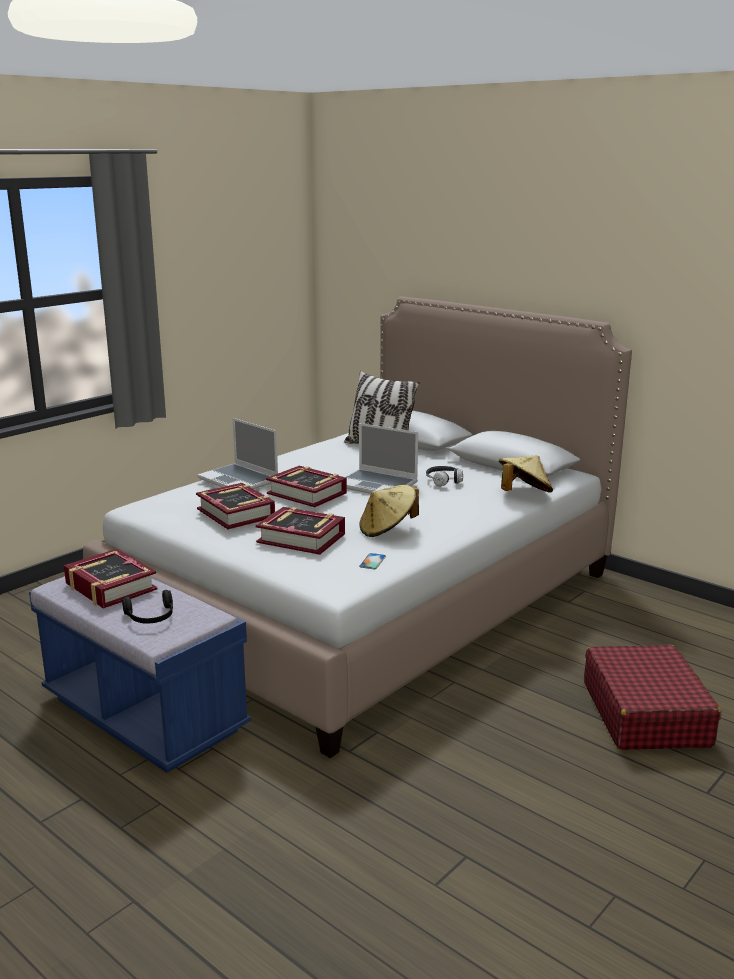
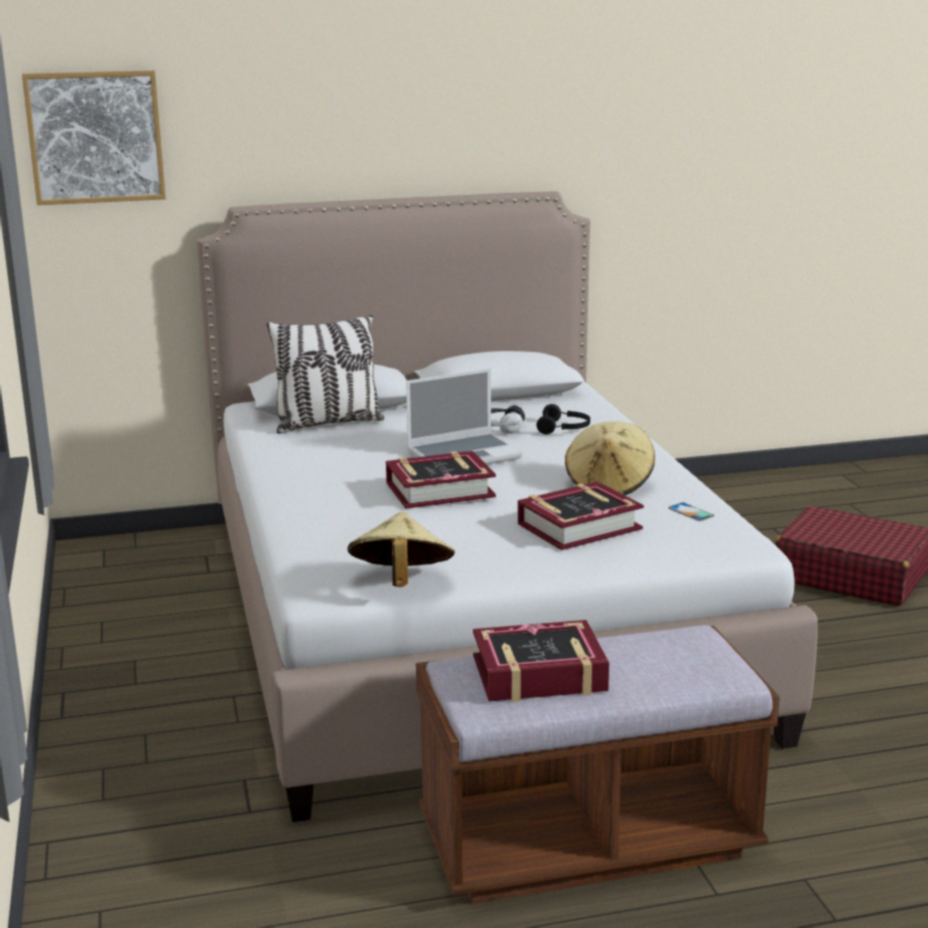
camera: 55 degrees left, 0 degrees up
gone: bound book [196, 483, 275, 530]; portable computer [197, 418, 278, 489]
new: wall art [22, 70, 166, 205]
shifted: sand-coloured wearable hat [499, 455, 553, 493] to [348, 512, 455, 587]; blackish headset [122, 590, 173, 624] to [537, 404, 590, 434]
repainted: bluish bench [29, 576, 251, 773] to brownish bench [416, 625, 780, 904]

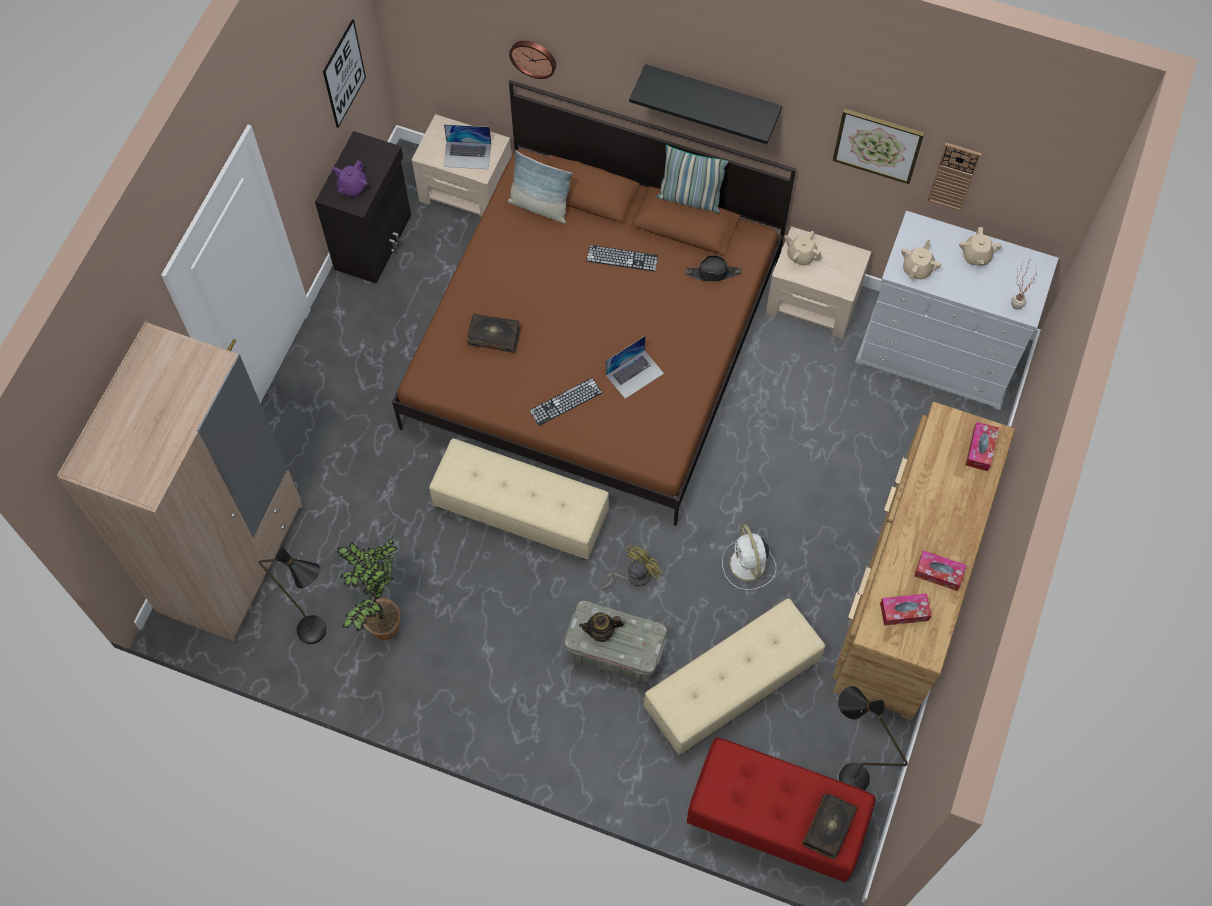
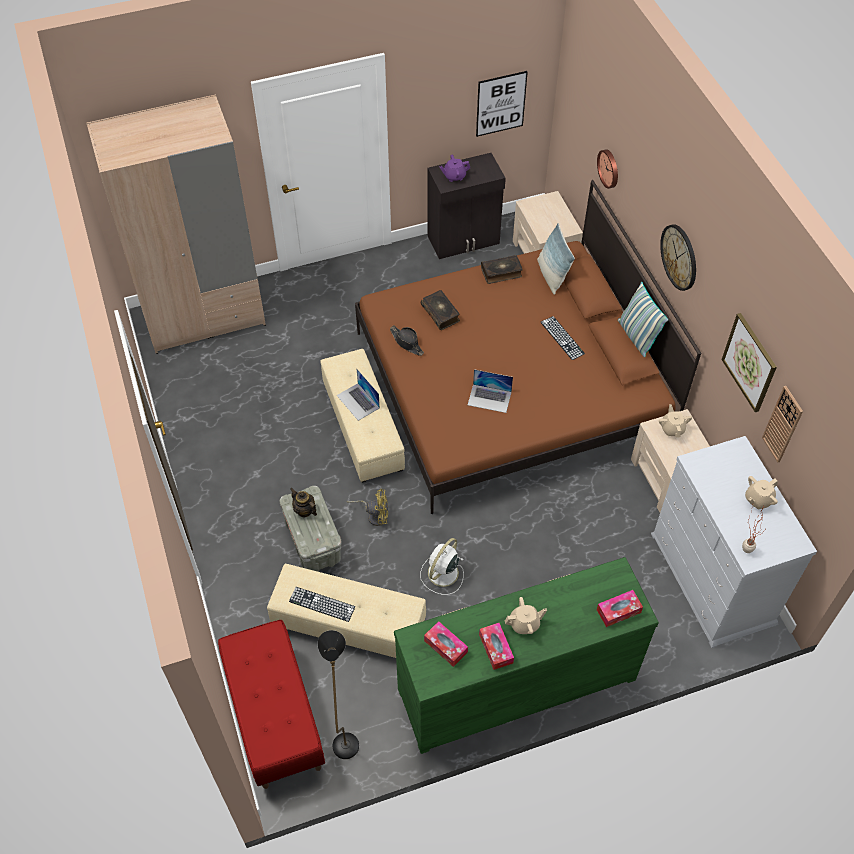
camera: 50 degrees right, 10 degrees down
gone: blackish standing lamp [259, 547, 326, 644]; houseplant [338, 537, 401, 640]
shifted: computer keyboard [529, 378, 602, 426] to [289, 587, 355, 622]; portable computer [443, 124, 491, 169] to [337, 369, 380, 421]; blackish wearable hat [685, 255, 742, 282] to [390, 326, 424, 356]; bound book [802, 794, 857, 859] to [481, 255, 523, 284]; sand-coloured pot for tea [901, 239, 941, 280] to [505, 597, 547, 634]
swapped: blackish shelf [629, 64, 782, 144] to hanging clock [660, 224, 696, 291]
repainted: brownish dresser [832, 402, 1015, 720] to green dresser [394, 557, 659, 754]

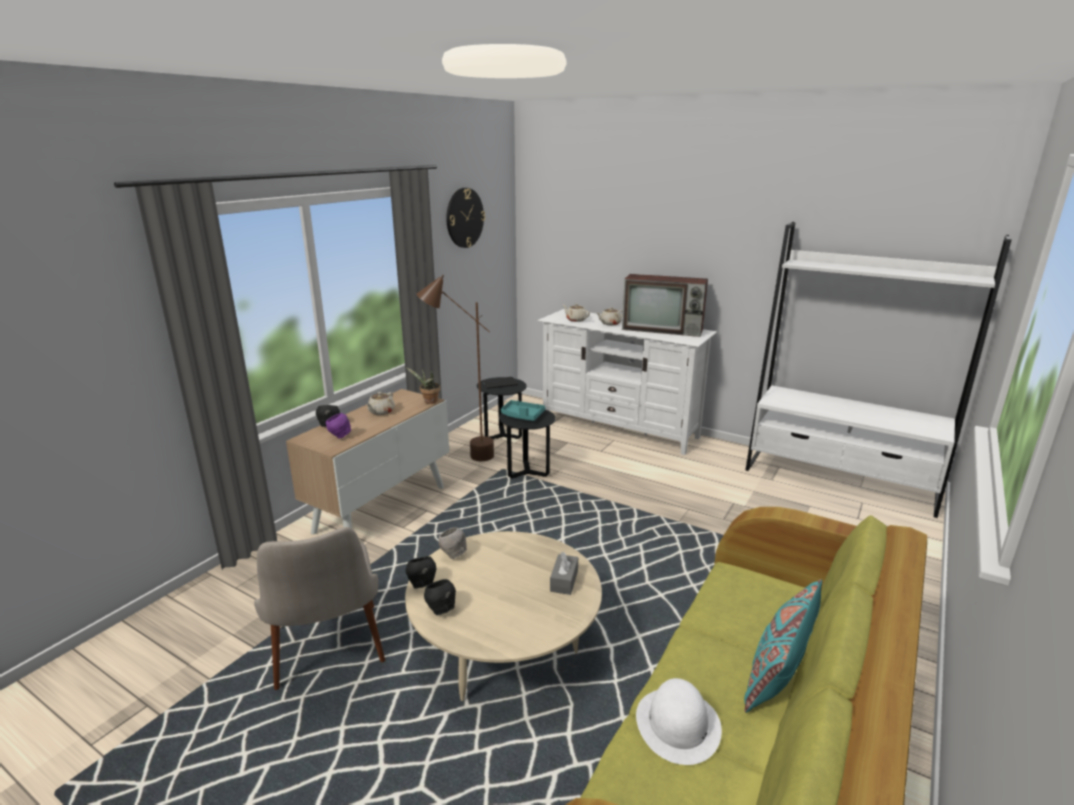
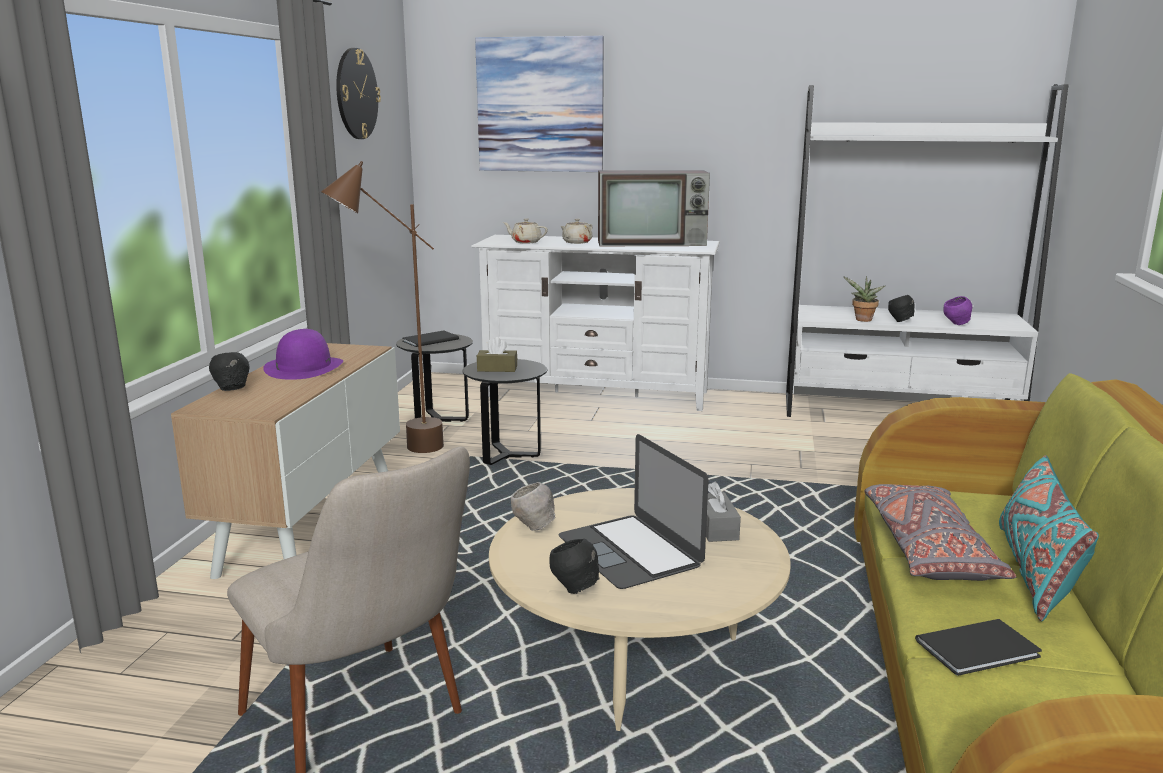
camera: 20 degrees left, 5 degrees down
new: wall art [475, 36, 604, 172]; portable computer [558, 434, 708, 589]; gray cushion [865, 484, 1016, 581]
shifted: houseplant [405, 367, 440, 404] to [844, 276, 885, 322]; blackish deep dish [406, 556, 436, 589] to [888, 295, 915, 322]; purple deep dish [326, 413, 351, 439] to [943, 296, 972, 325]
swapped: sand-coloured pot for tea [366, 392, 395, 415] to purple wearable hat [263, 329, 343, 380]; turquoise carrying tray [501, 400, 545, 421] to brownish tissue holder [477, 337, 517, 372]; white-coloured wearable hat [636, 678, 722, 765] to blackish bound book [915, 619, 1042, 676]

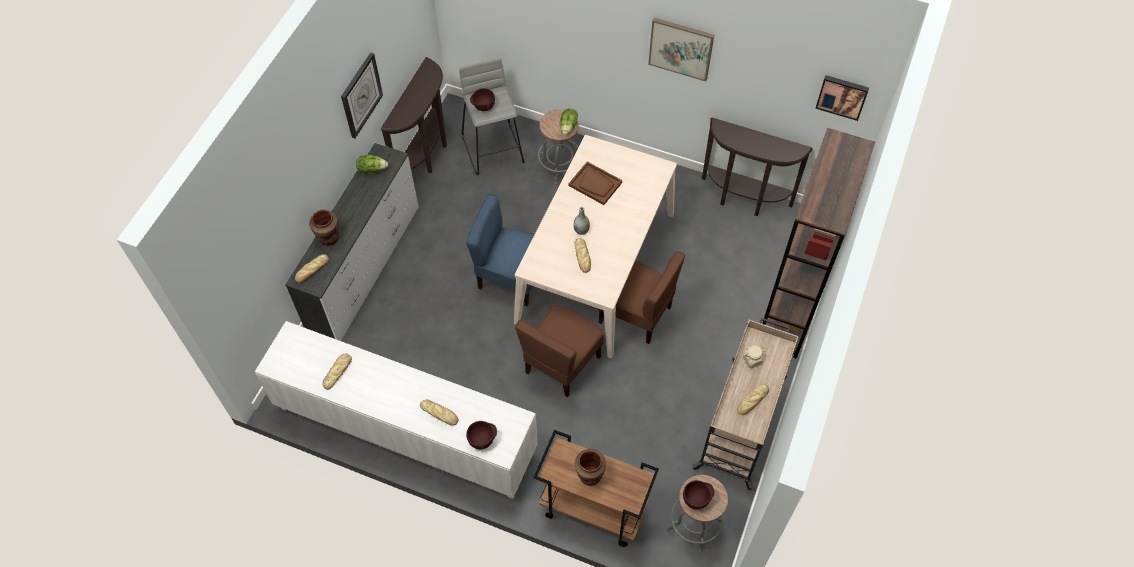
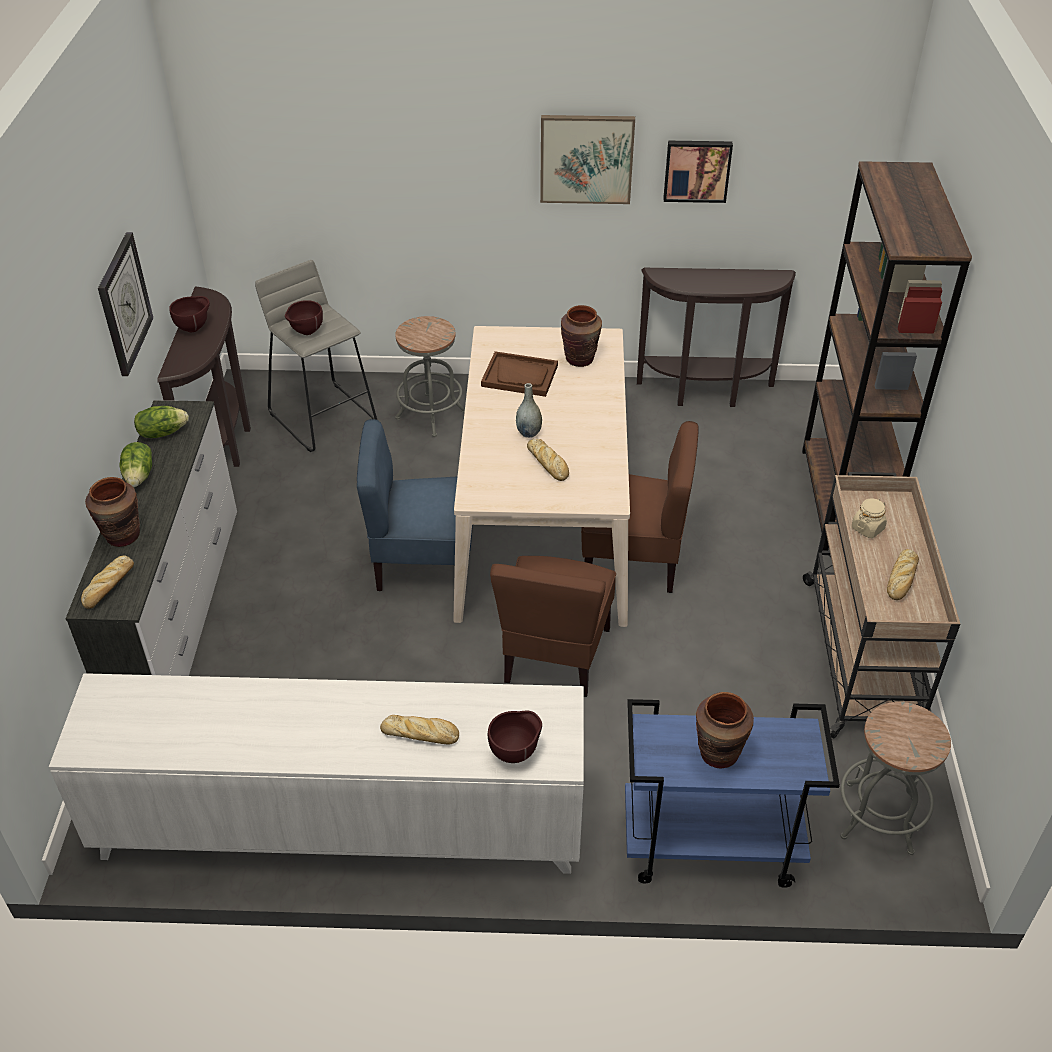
camera: 20 degrees left, 15 degrees down
gone: bakery bread [322, 354, 352, 390]
new: brownish vase [561, 305, 602, 367]
shifted: head of lettuce [560, 108, 578, 135] to [120, 442, 152, 487]; brownish deep dish [683, 480, 714, 510] to [169, 296, 210, 332]; wall art [815, 75, 869, 121] to [663, 141, 733, 203]
repainted: brownish trolley [533, 430, 659, 547] to bluish trolley [625, 699, 840, 888]

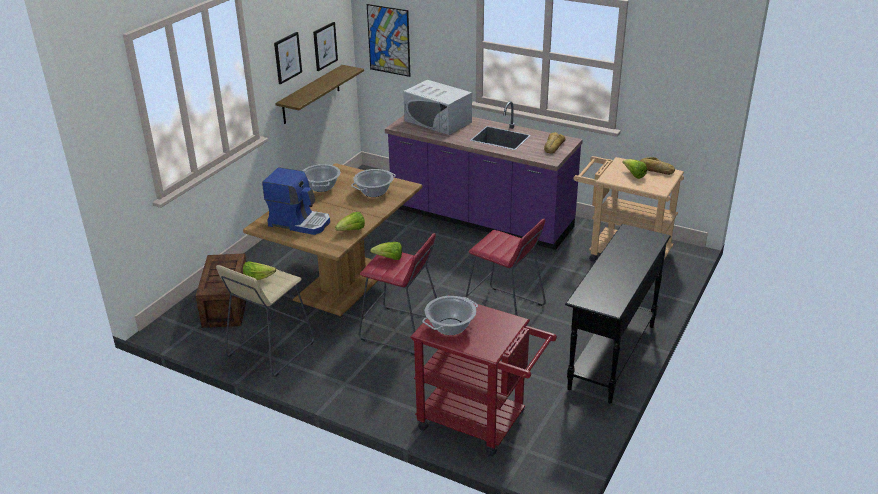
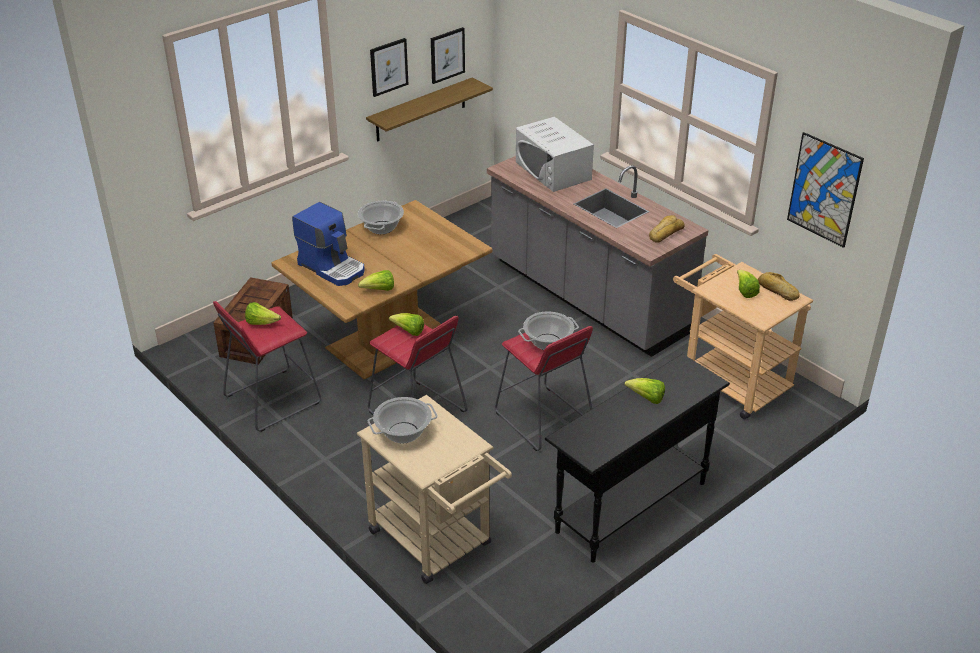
camera: 20 degrees right, 5 degrees up
new: head of lettuce [624, 378, 665, 404]
shifted: saucepot [351, 169, 396, 197] to [518, 311, 579, 350]; wall art [367, 4, 410, 77] to [787, 132, 864, 248]
repainted: sand-coloured stool [216, 264, 314, 377] to red stool [213, 301, 321, 432]; red trolley [411, 295, 557, 456] to sand-coloured trolley [357, 395, 512, 584]; purple kitchen counter [385, 101, 583, 250] to gray kitchen counter [487, 156, 708, 357]

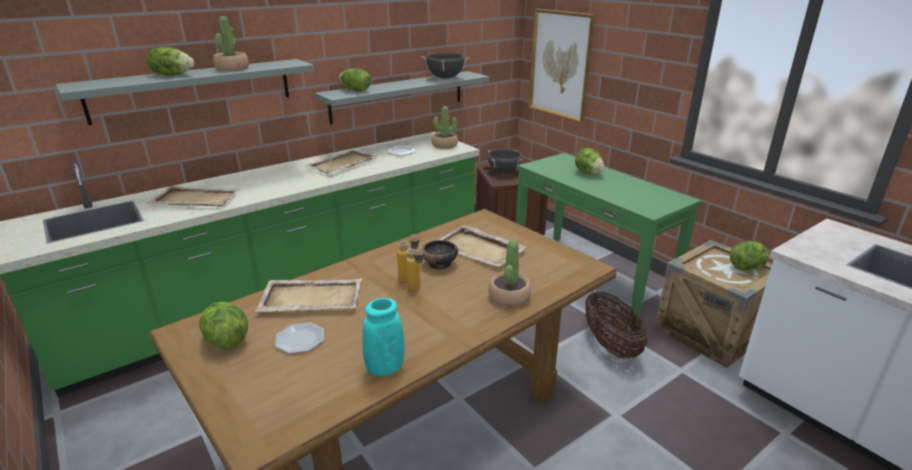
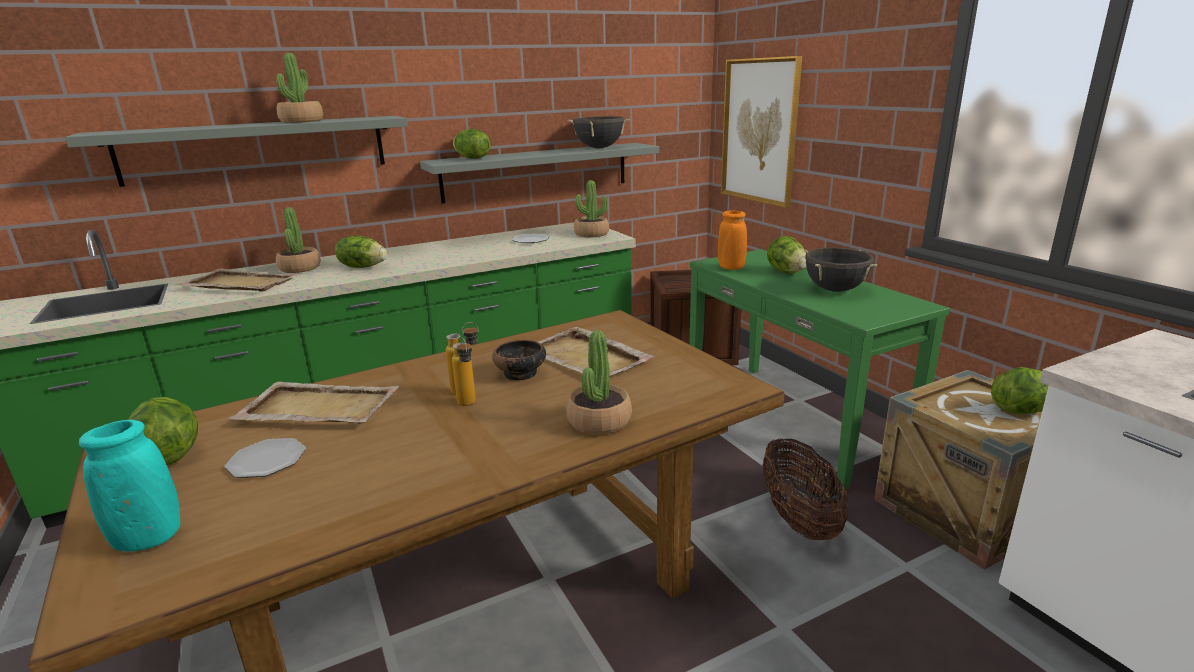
camera: 10 degrees right, 5 degrees down
gone: sand-coloured carrying tray [305, 150, 377, 173]
new: houseplant [276, 207, 321, 273]; orangey vase [718, 210, 747, 270]
shifted: turquoise vase [362, 298, 405, 376] to [79, 420, 180, 552]; head of lettuce [146, 47, 194, 75] to [335, 236, 387, 268]; blackish saucepot [488, 149, 522, 173] to [804, 248, 877, 292]

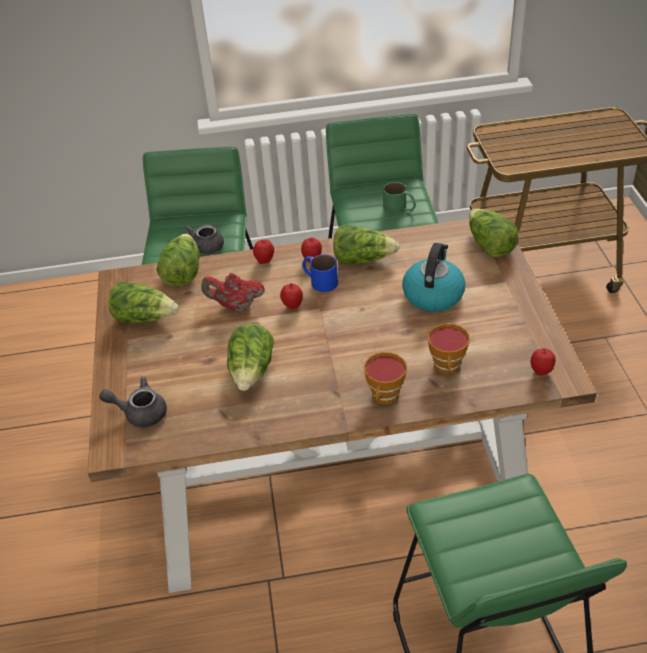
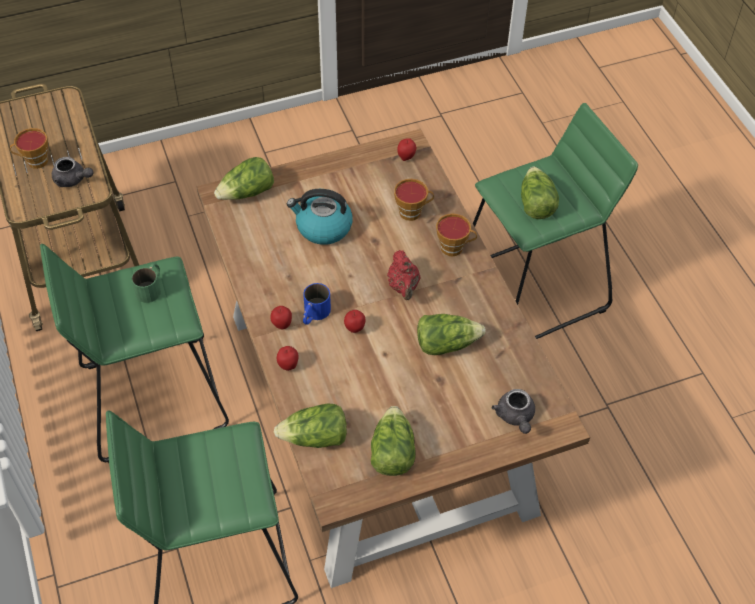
camera: 105 degrees left, 10 degrees up
new: drinking cup [10, 128, 48, 169]
shifted: gray pot for tea [186, 225, 224, 254] to [52, 157, 94, 187]; red pot for tea [201, 273, 265, 312] to [387, 250, 421, 300]; head of lettuce [333, 225, 400, 265] to [521, 166, 559, 219]

